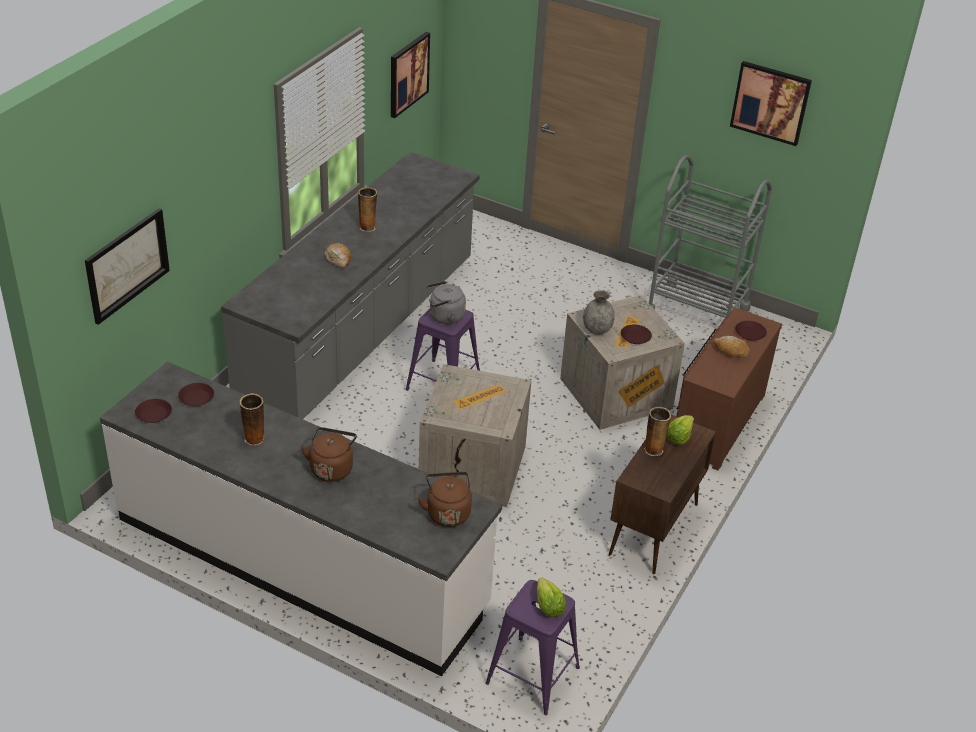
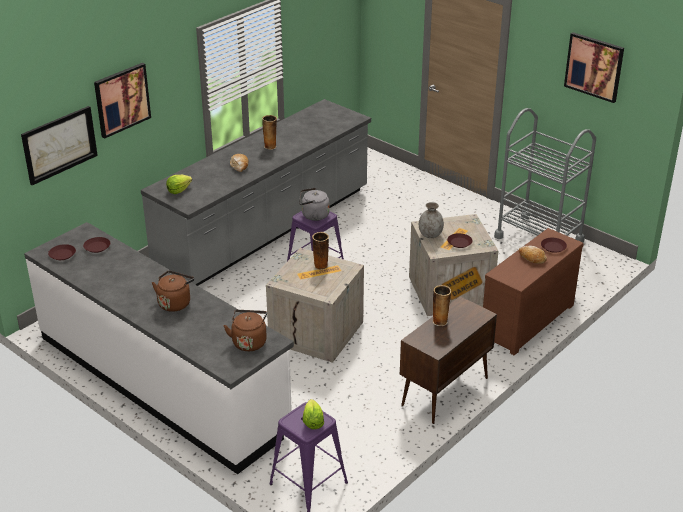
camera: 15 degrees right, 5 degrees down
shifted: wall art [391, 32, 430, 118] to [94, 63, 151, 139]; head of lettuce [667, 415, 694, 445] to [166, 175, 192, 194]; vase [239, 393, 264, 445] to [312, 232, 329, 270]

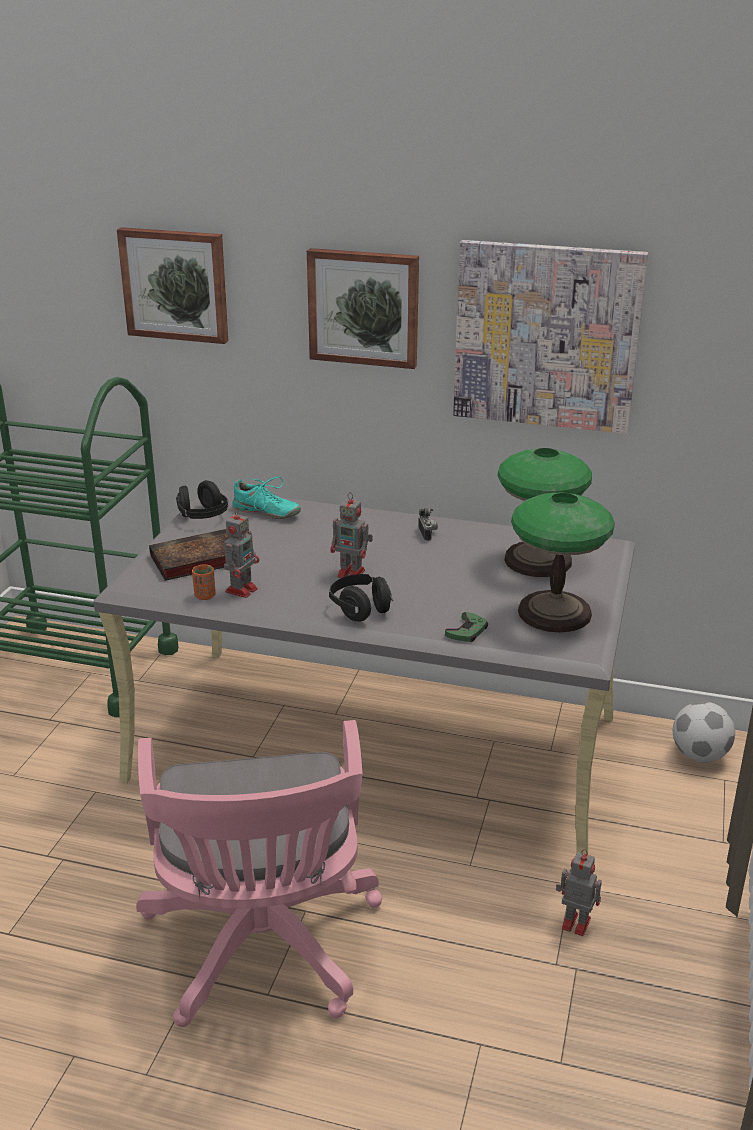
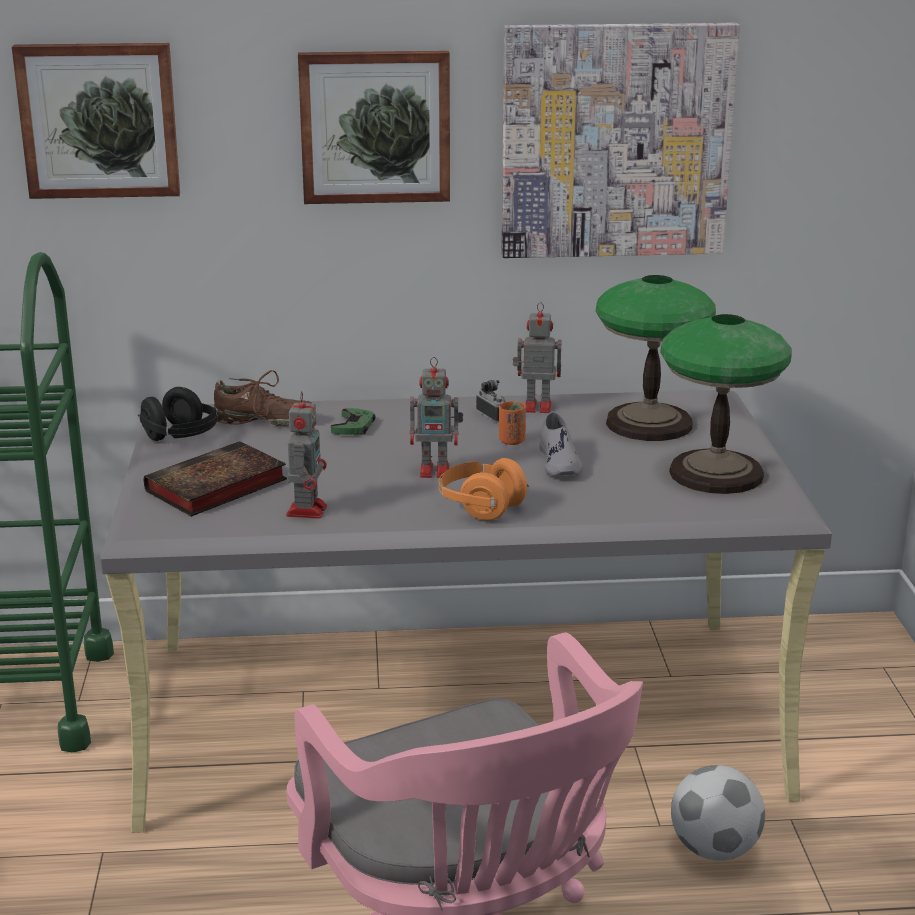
camera: 20 degrees left, 5 degrees down
new: gray low shoe [539, 411, 583, 475]
shifted: green gamepad [445, 612, 488, 642] to [331, 408, 376, 435]; orangey drinking cup [192, 565, 216, 600] to [499, 401, 526, 445]; robot figure [556, 849, 602, 936] to [513, 302, 561, 413]; football [673, 701, 735, 762] to [671, 765, 765, 861]
repainted: turquoise low shoe [233, 477, 301, 519] to brownish low shoe [214, 370, 312, 426]; blackish headset [329, 574, 393, 621] to orangey headset [439, 458, 529, 520]

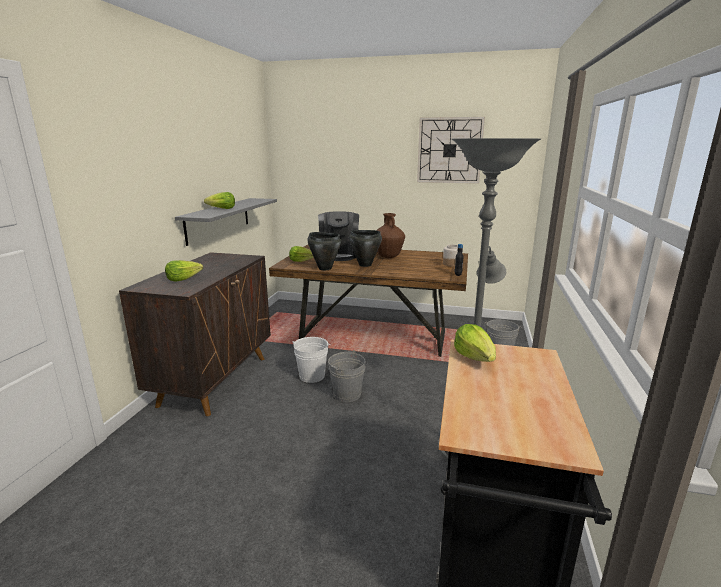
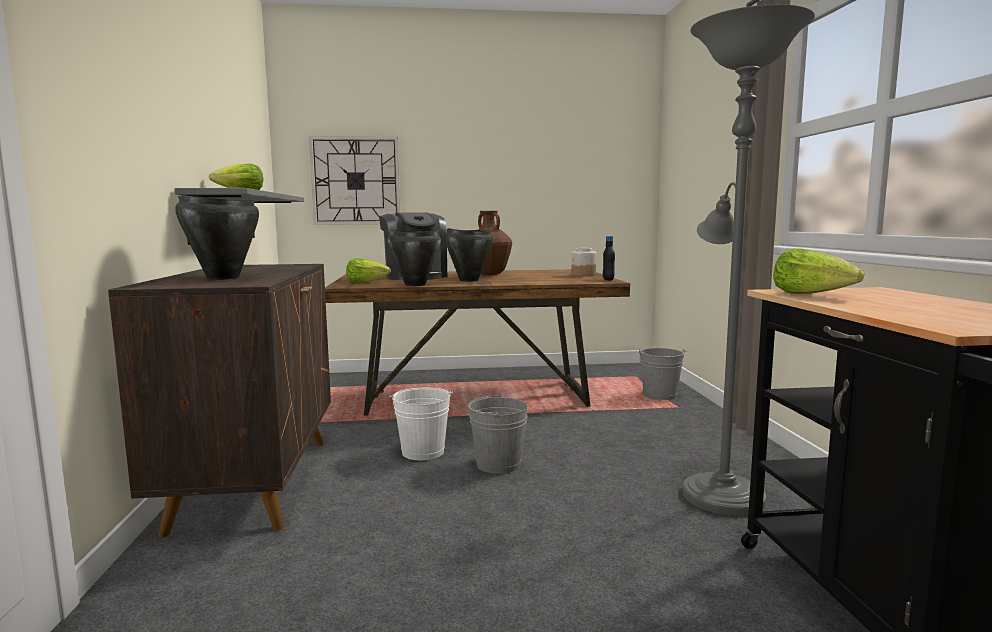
camera: 20 degrees left, 10 degrees down
shifted: hanging clock [417, 117, 485, 184] to [309, 136, 400, 225]
swapped: head of lettuce [165, 260, 203, 282] to blackish saucepot [175, 195, 259, 280]

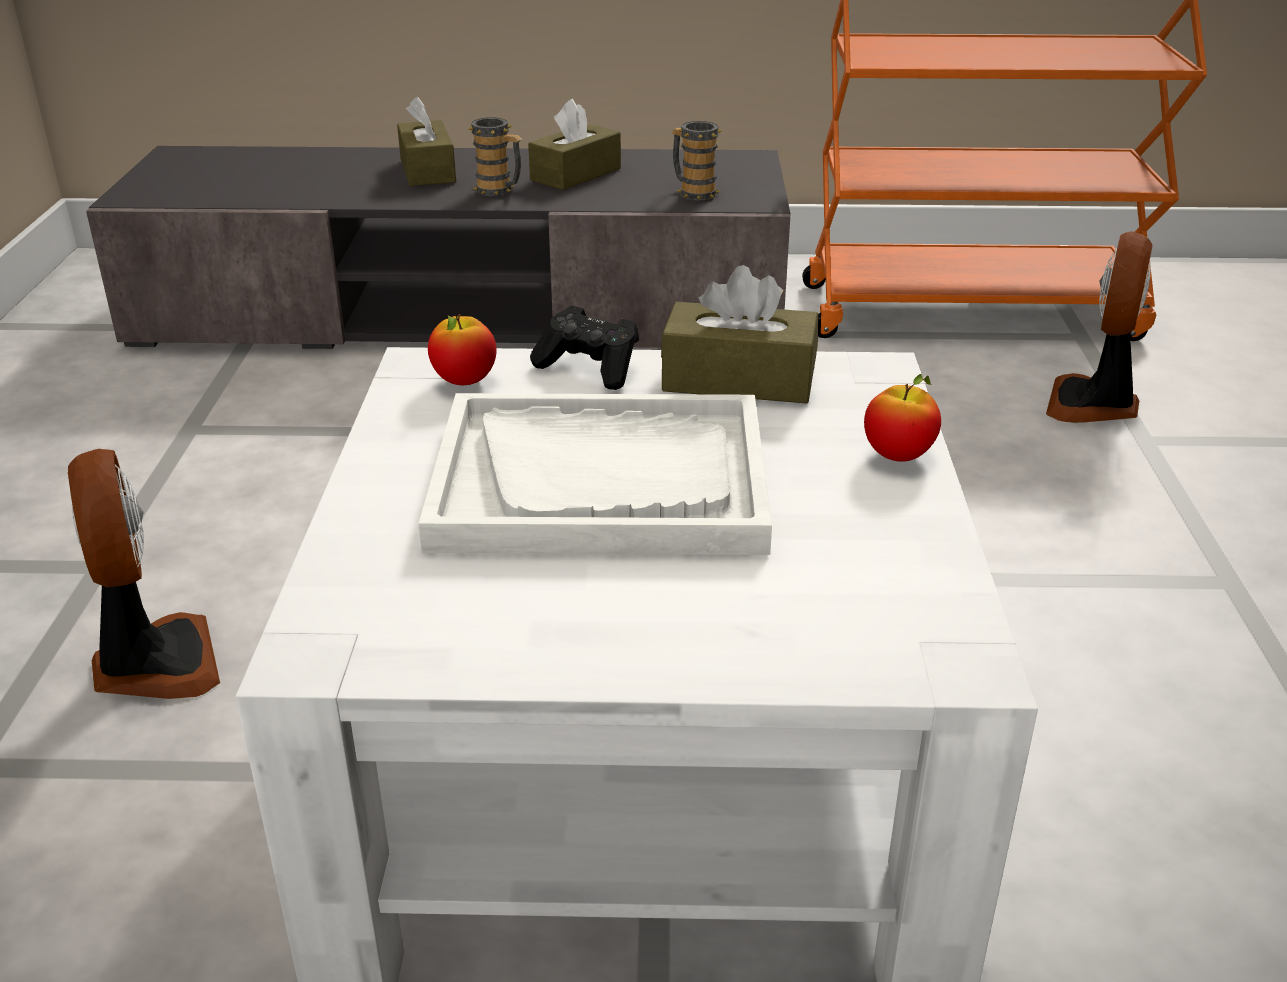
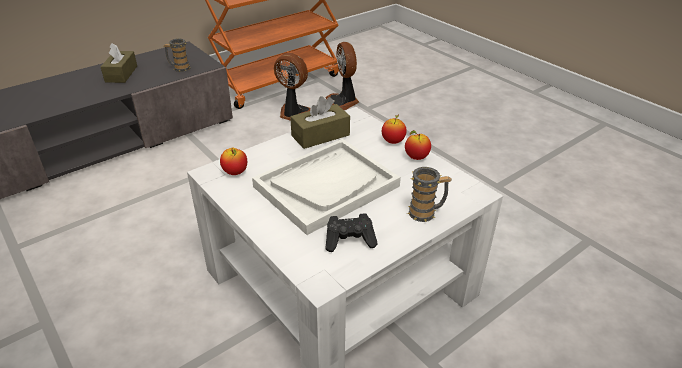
camera: 40 degrees left, 5 degrees up
gone: brownish tissue holder [397, 97, 456, 186]
new: apple fruit [405, 130, 431, 160]
shifted: electric fan [68, 449, 220, 699] to [274, 53, 310, 121]; blackish gamepad [530, 305, 639, 390] to [325, 213, 378, 252]; tea mug [468, 117, 522, 196] to [407, 167, 452, 222]

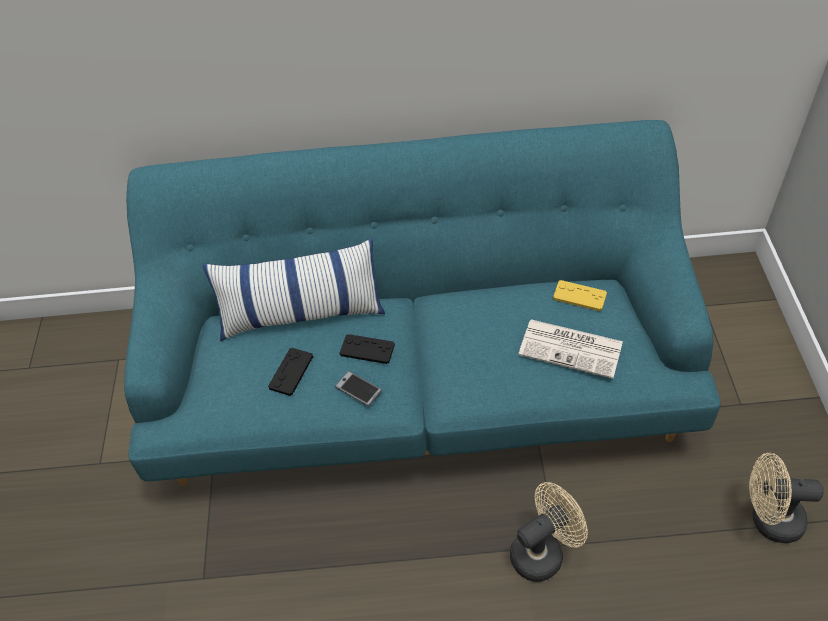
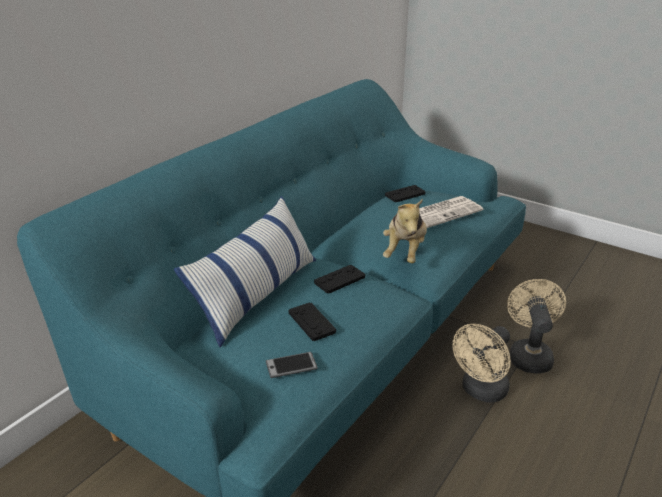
camera: 55 degrees left, 20 degrees down
new: plush toy [383, 199, 427, 263]
shifted: phone [335, 371, 382, 406] to [266, 352, 318, 378]; sand-coloured electric fan [749, 453, 824, 543] to [453, 324, 511, 403]
repainted: yellow-coloured gamepad [553, 280, 607, 311] to blackish gamepad [385, 185, 426, 202]

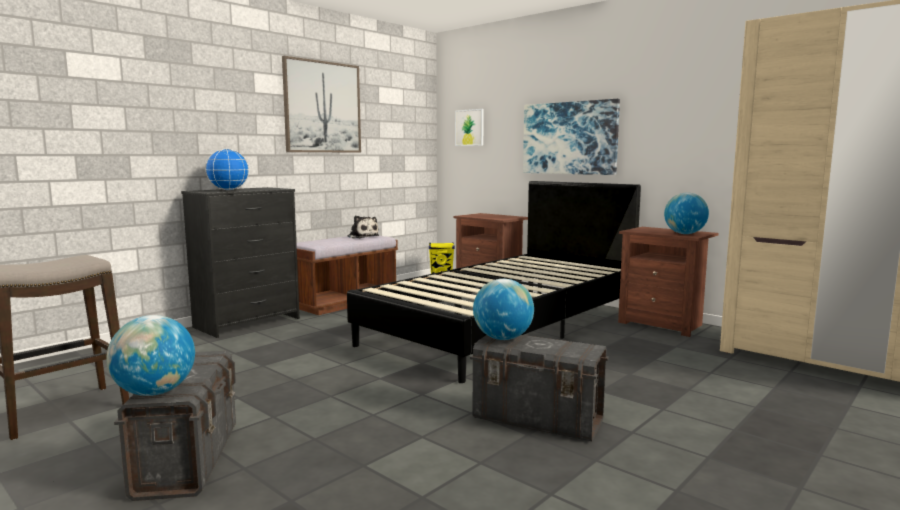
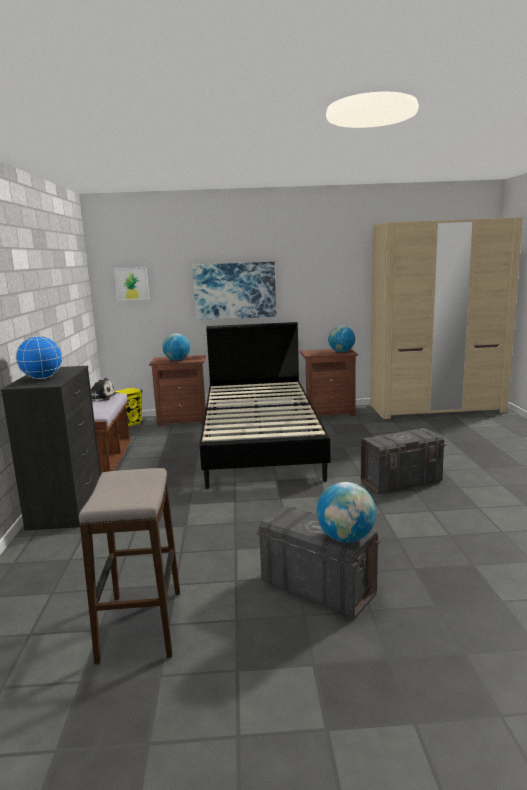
camera: 45 degrees left, 5 degrees up
gone: wall art [282, 56, 361, 153]
shifted: desk globe [473, 279, 534, 340] to [162, 333, 190, 361]

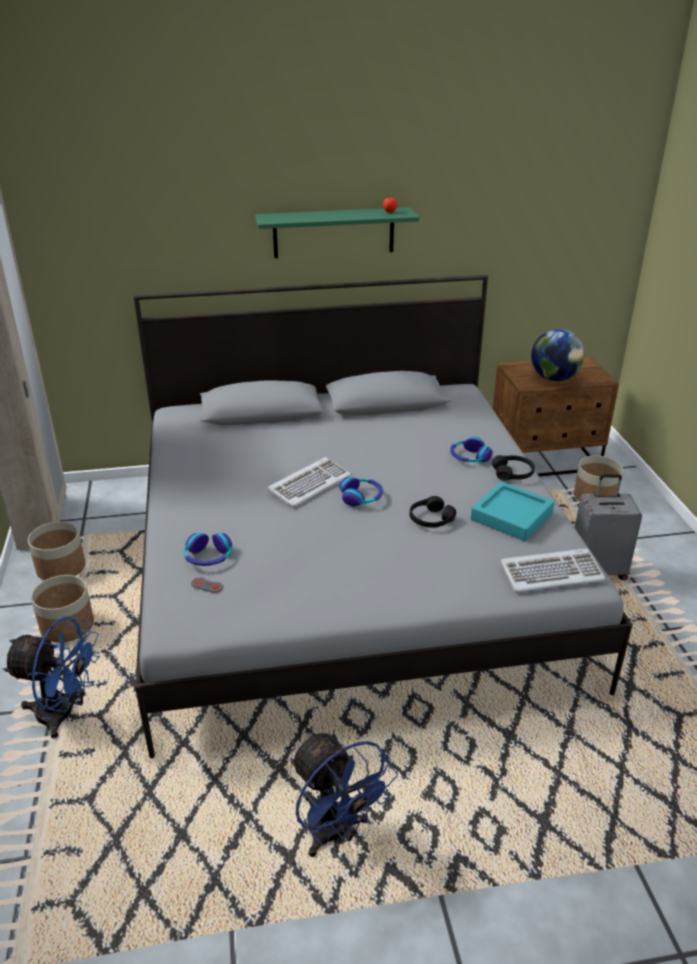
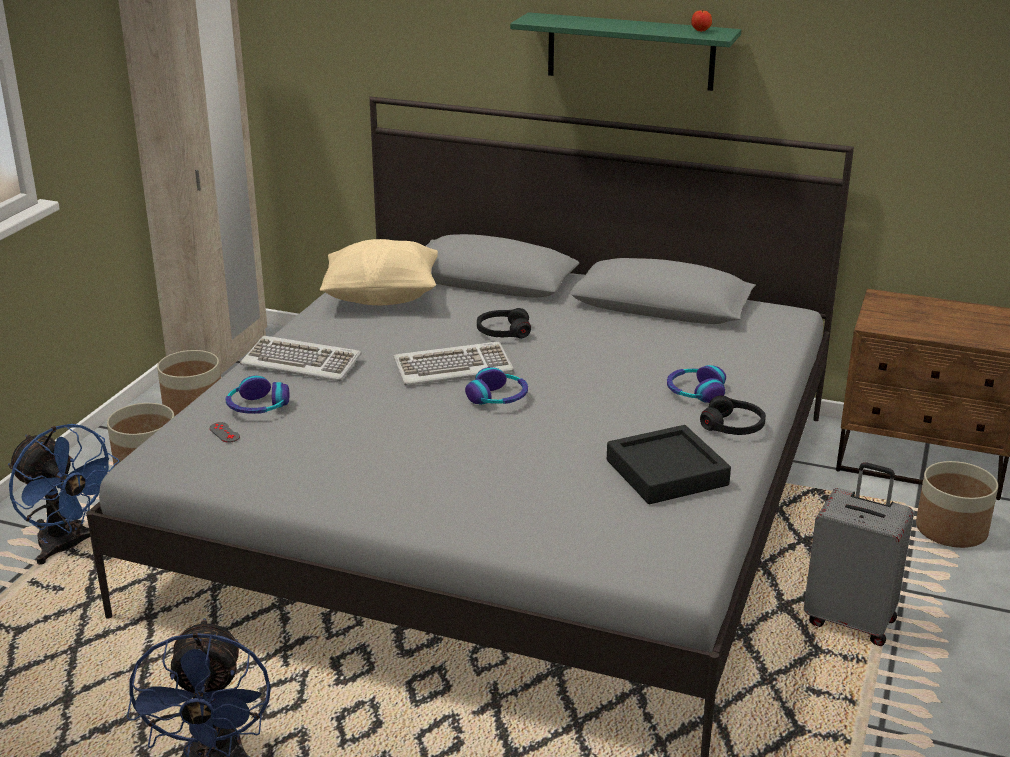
camera: 30 degrees right, 5 degrees down
gone: desk globe [531, 329, 585, 381]
new: sand-coloured cushion [320, 239, 438, 305]
shifted: computer keyboard [500, 548, 606, 592] to [240, 336, 362, 381]; blackish headset [410, 496, 456, 528] to [477, 308, 531, 338]
repainted: turquoise carrying tray [470, 482, 555, 541] to blackish carrying tray [607, 425, 731, 504]

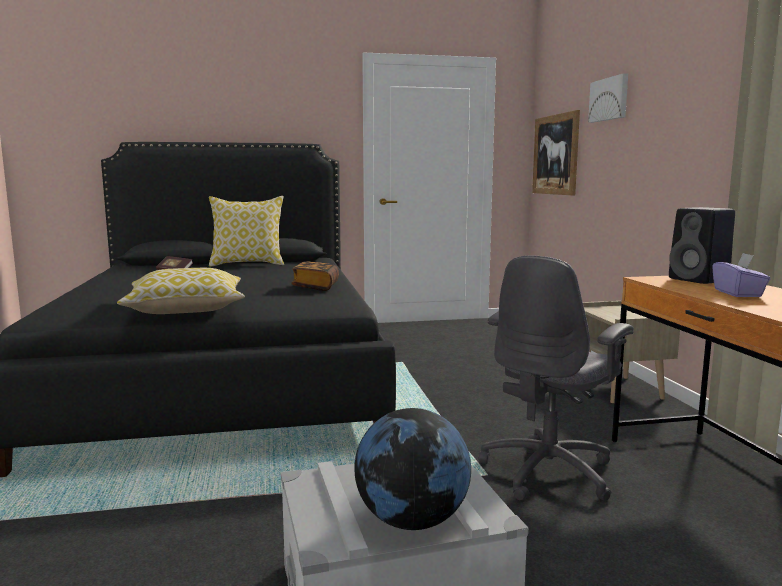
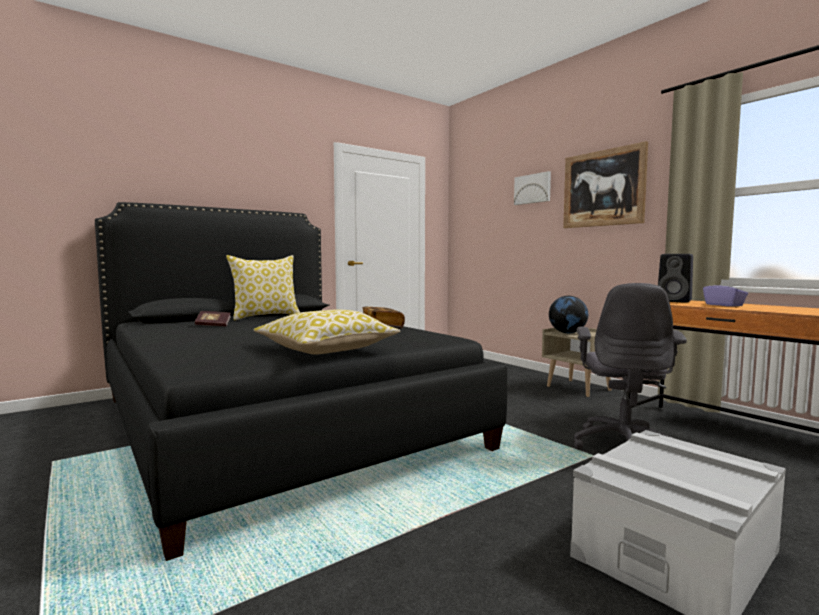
camera: 25 degrees left, 5 degrees down
shifted: desk globe [354, 408, 471, 530] to [549, 296, 588, 333]; wall art [532, 110, 580, 195] to [563, 141, 648, 228]

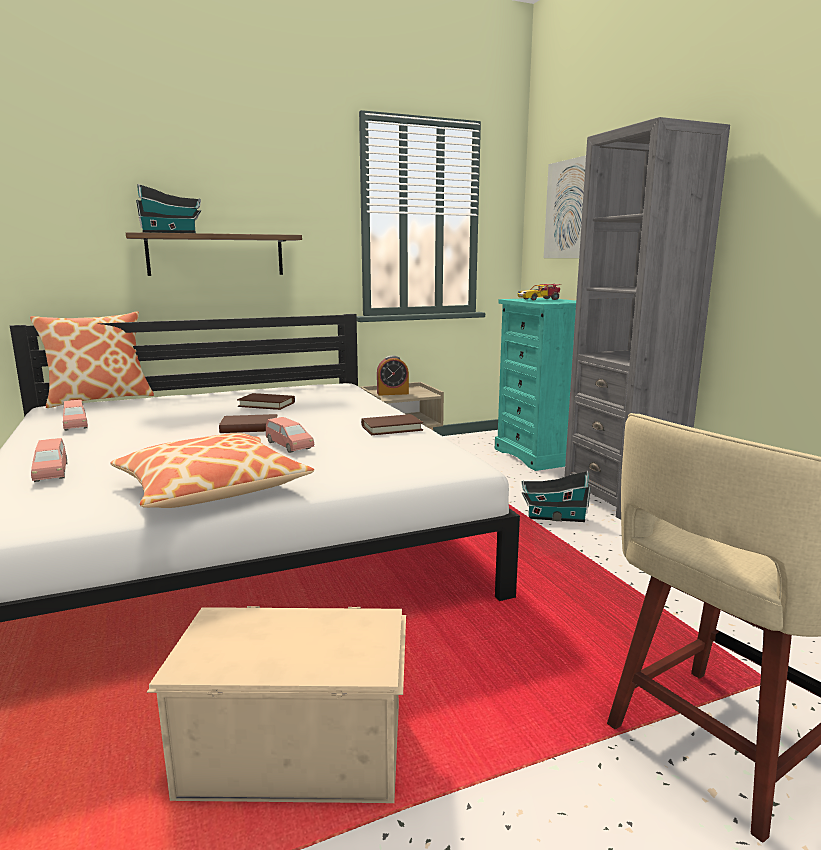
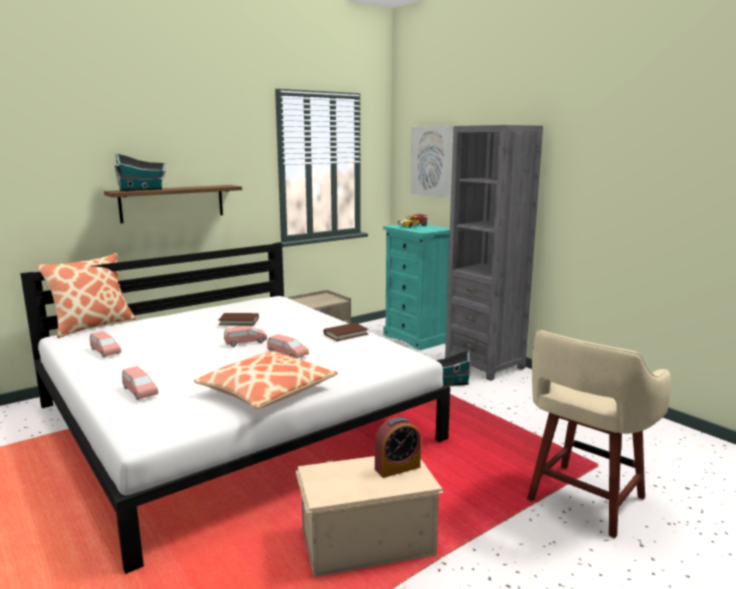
camera: 15 degrees left, 0 degrees up
shifted: table clock [377, 355, 409, 396] to [375, 417, 421, 478]
swapped: brownish bound book [219, 414, 278, 433] to pinkish miniature car [224, 326, 267, 347]

